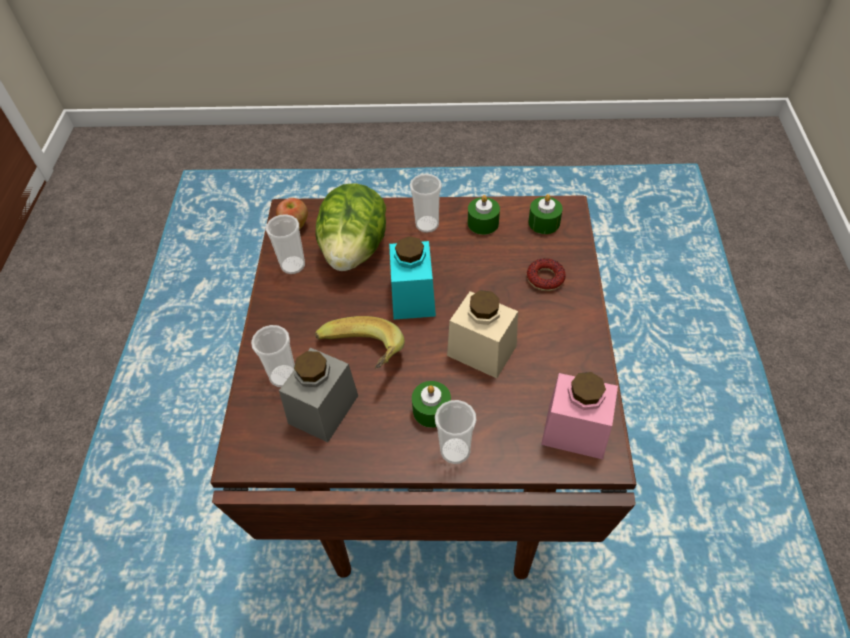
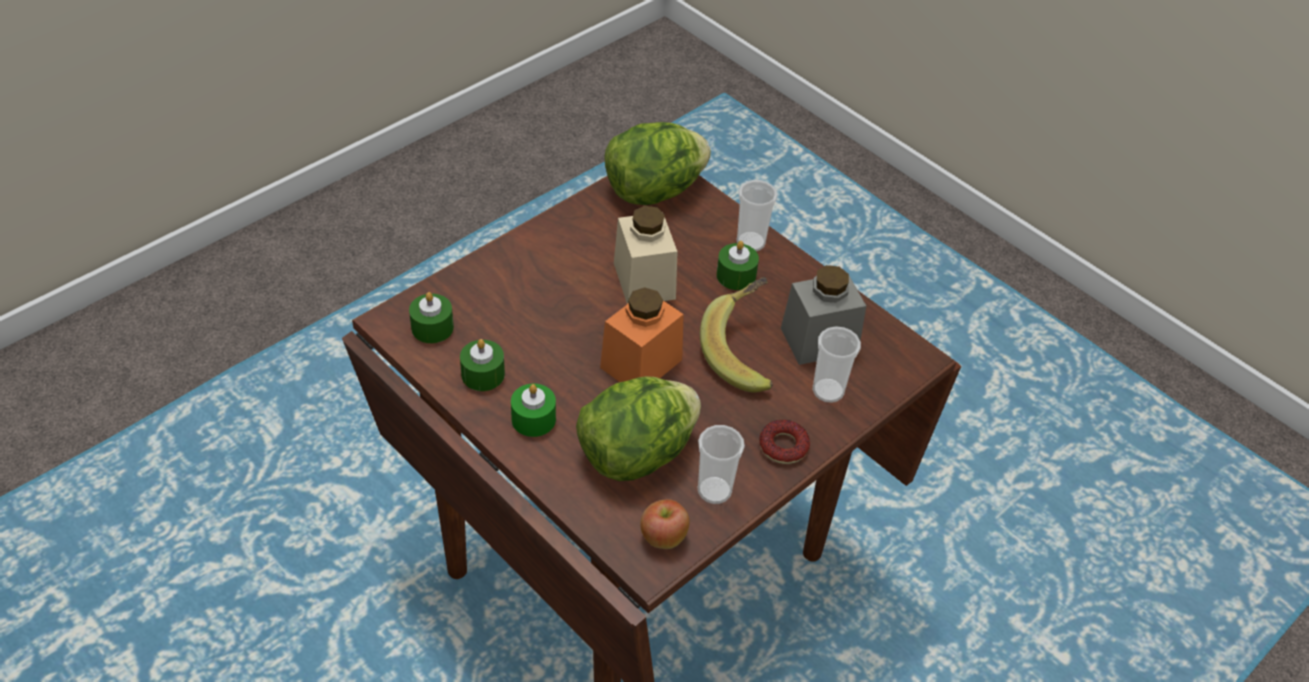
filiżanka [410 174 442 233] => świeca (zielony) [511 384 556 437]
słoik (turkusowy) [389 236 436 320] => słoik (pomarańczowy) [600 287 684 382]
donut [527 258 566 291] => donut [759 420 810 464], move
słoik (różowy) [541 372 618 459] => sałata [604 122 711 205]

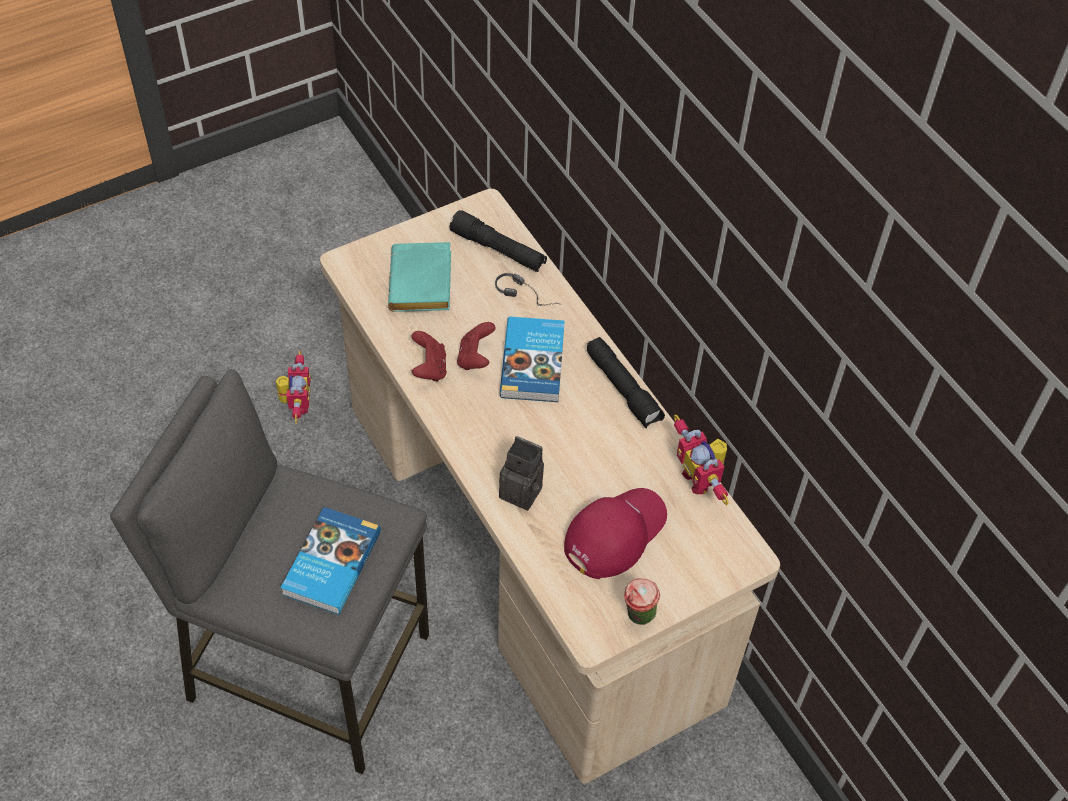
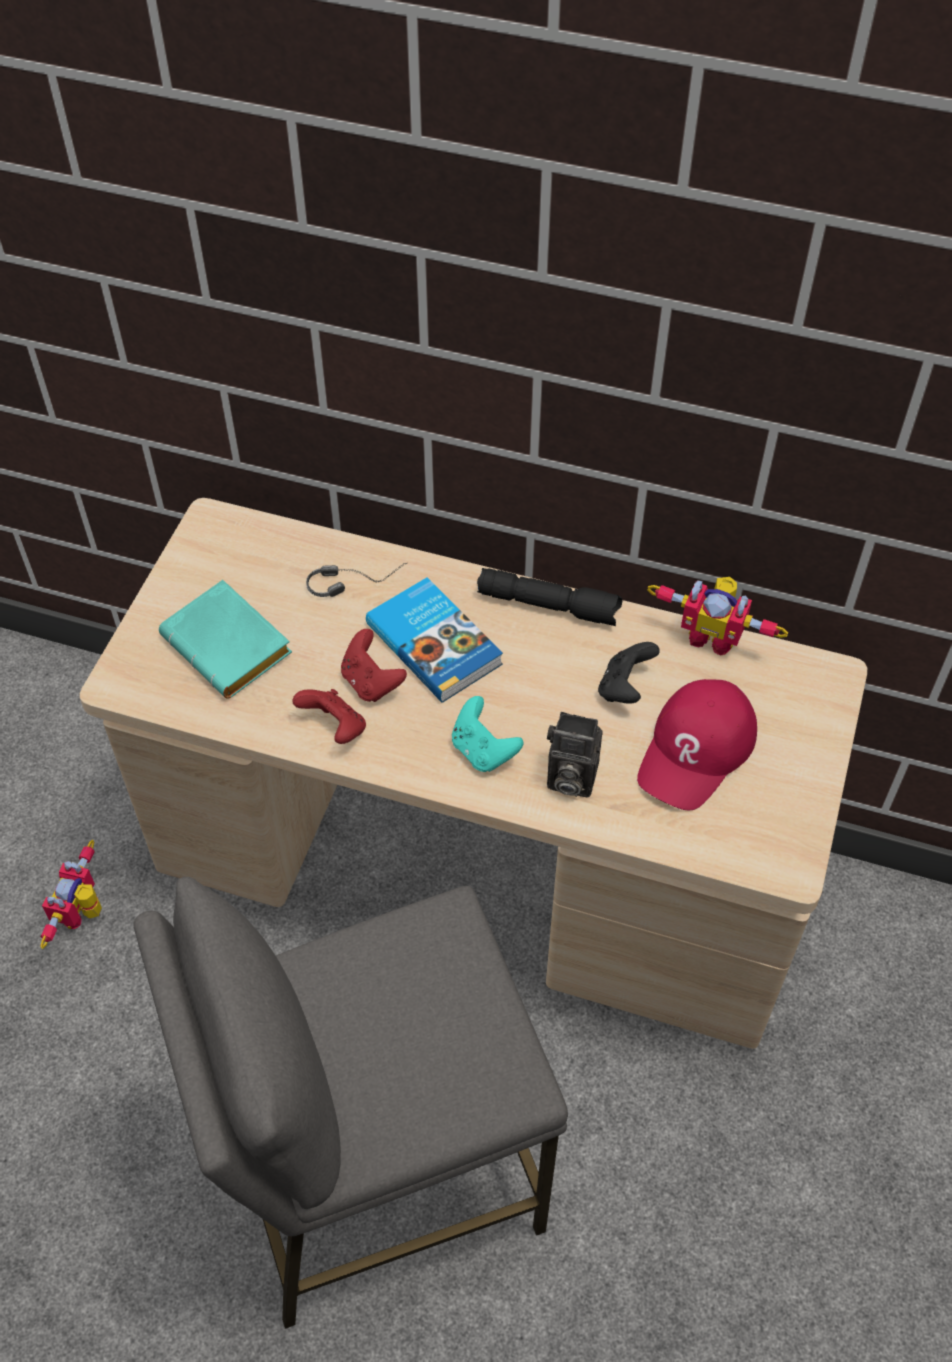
latarka (czarny) [450 210 547 272] => nothing
robot zabawkowy [276 350 311 423] => robot zabawkowy [40 840 102 949], 120 degrees counterclockwise
aparat fotograficzny [499 436 544 511] => aparat fotograficzny [547 712 603 797], 150 degrees counterclockwise
czapka z daszkiem (czerwony) [564 488 667 579] => czapka z daszkiem (czerwony) [637 679 757 811], 150 degrees counterclockwise
książka [281 507 381 615] => nothing
filiżanka [624 578 660 625] => nothing
nothing => pad do gier (czarny) [598 642 660 703]
nothing => pad do gier (turkusowy) [452 696 523 772]

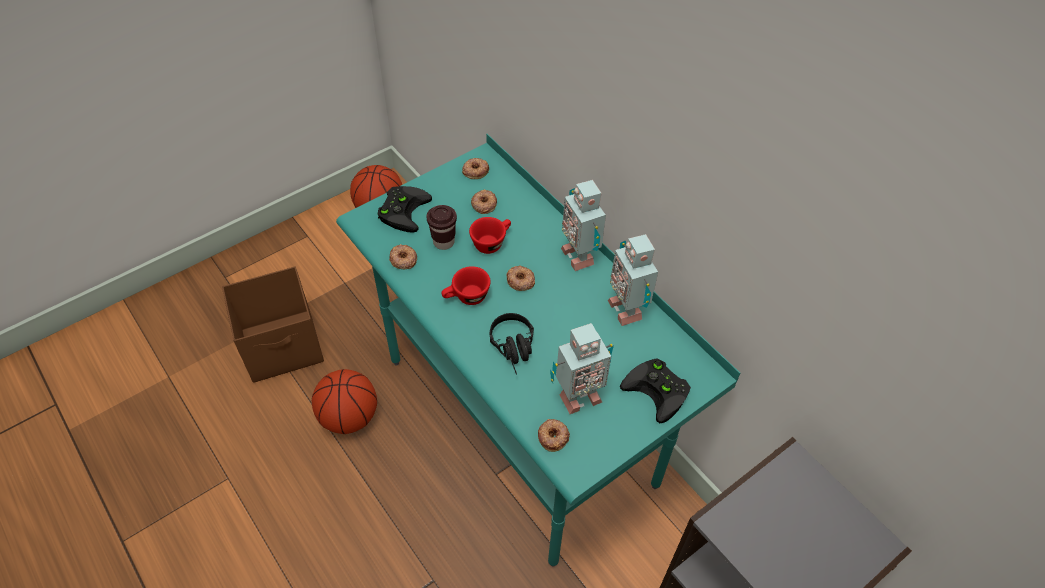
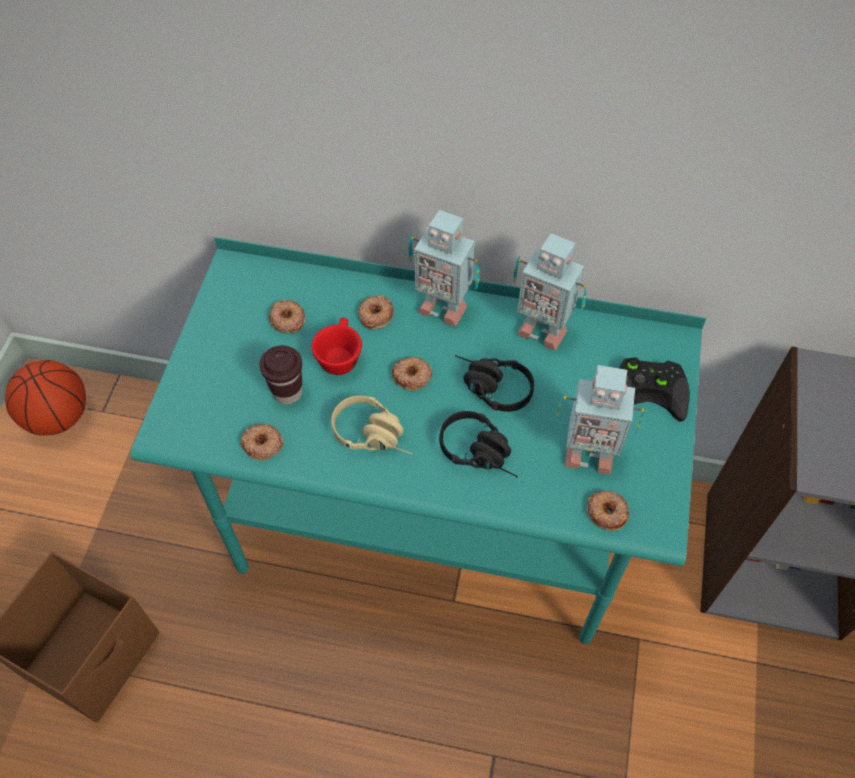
donut [462 158 489 179] => donut [358 295 394 329], move
pad do gier (czarny) [378 186 432 233] => nothing
filiżanka (czerwony) [441 266 491 305] => słuchawki (beżowy) [331 396 412 455]
robot zabawkowy [550 323 614 414] => robot zabawkowy [556 365 644 475], 75 degrees clockwise
piłka do koszykówki [312 369 377 434] => nothing
nothing => słuchawki (czarny) [455 355 534 412]

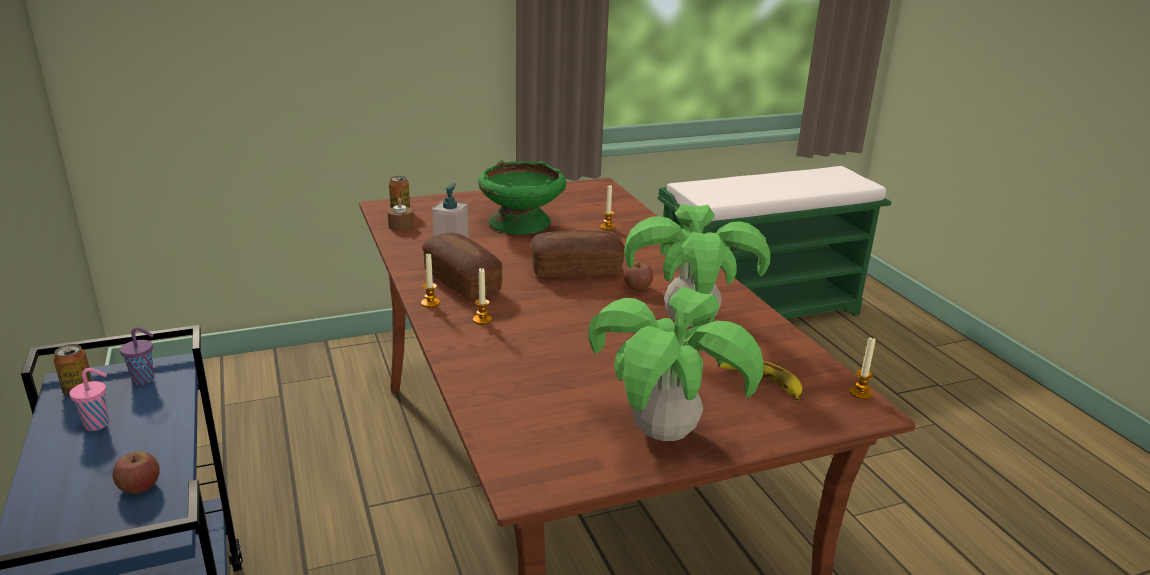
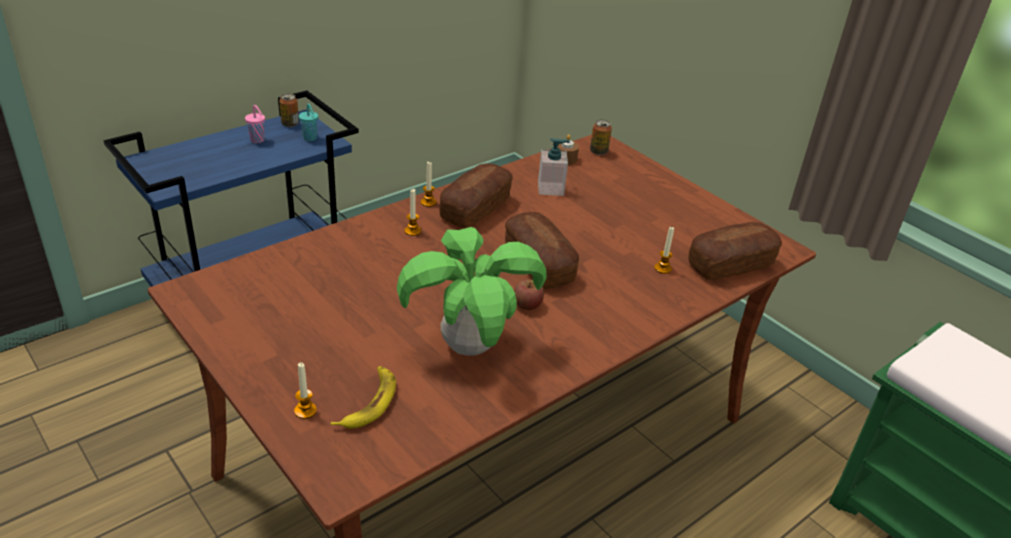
miska (zielony) [478 160 566 235] => nothing
roślina doniczkowa [588 287 763 441] => nothing
filiżanka (fioletowy) [120 327 154 385] => filiżanka (turkusowy) [299 103 318 141]
świeca [849 336 876 399] => świeca [294 363 317 419], move
jabłko [113 451 160 494] => nothing
nothing => chleb [688 222 782 280]

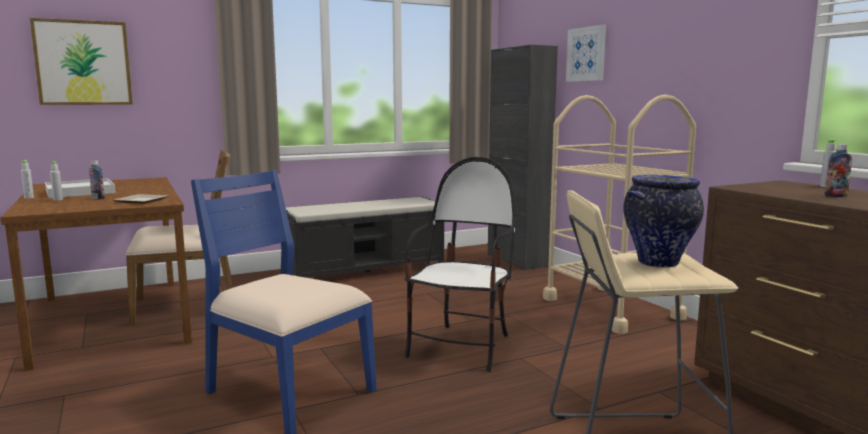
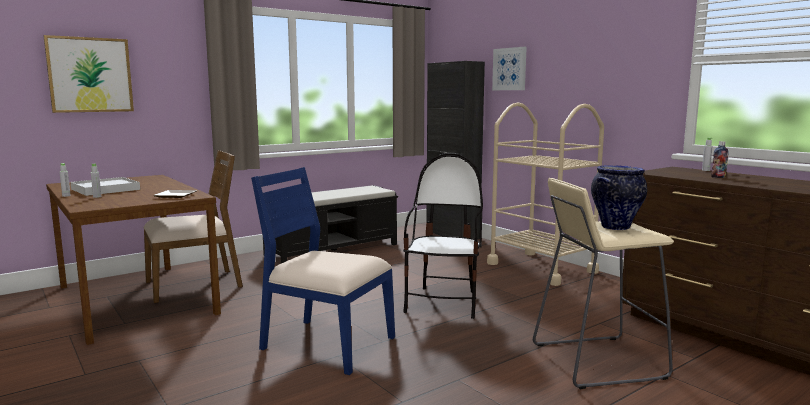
butelka [89 161 105 199] => nothing

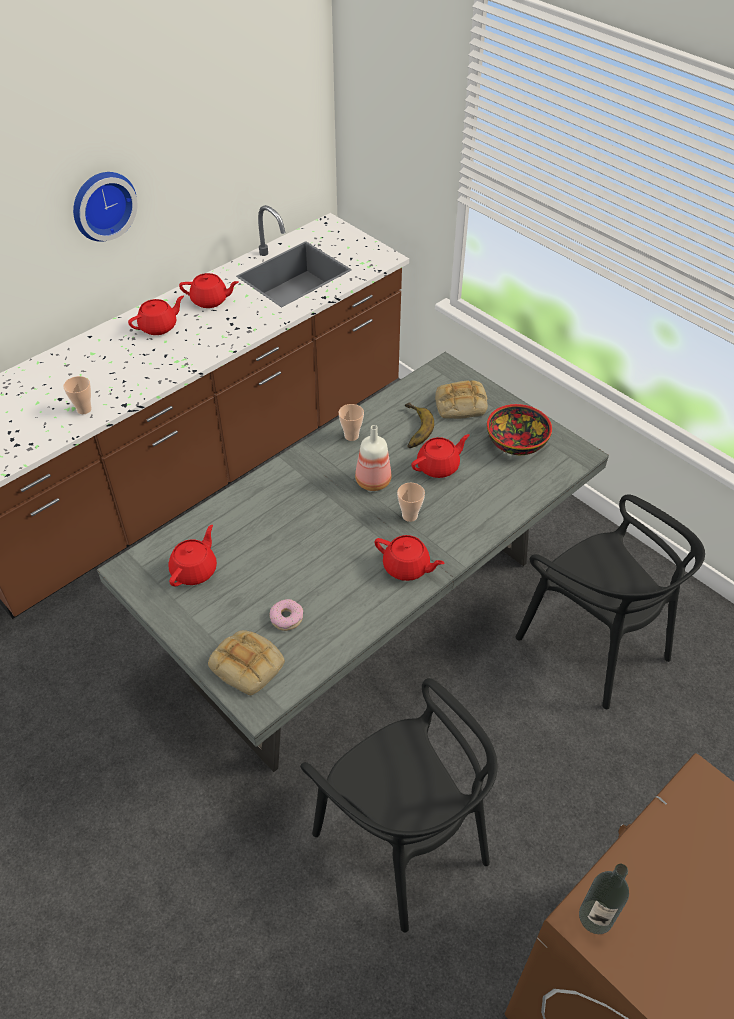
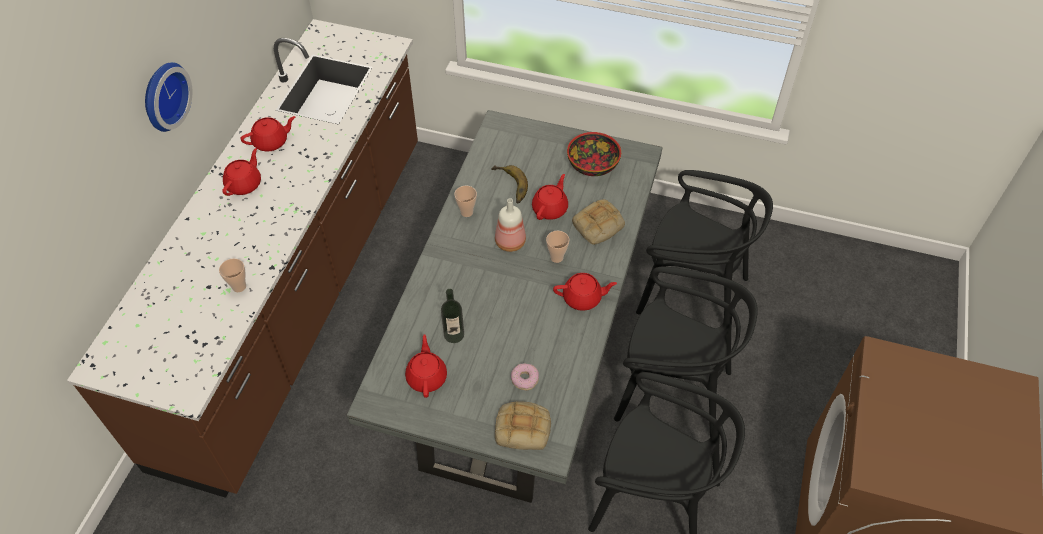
chleb [435 380 488 419] => chleb [572 199 625 245], move
butelka [579 864 629 934] => butelka [441 289 464 343], move
nothing => krzesło (czarny) [614 267 758 437]

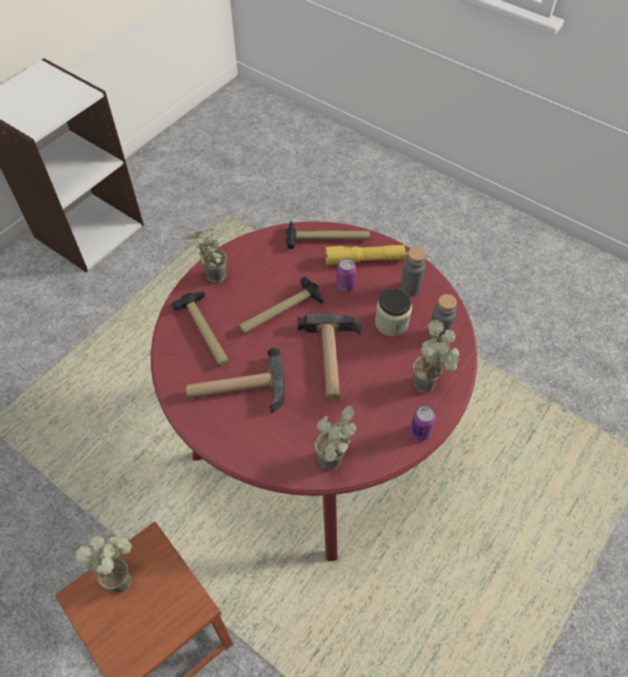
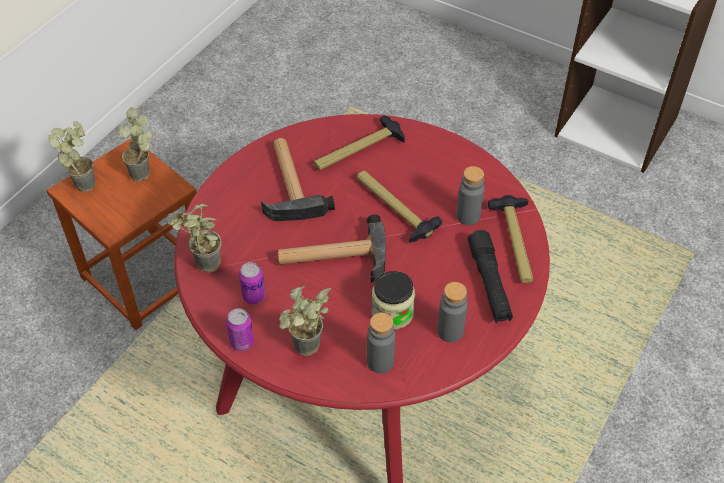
roślina doniczkowa [185 227 227 283] => roślina doniczkowa [48 121 96 192], move
latarka (żółty) [326 245 408 265] => latarka (czarny) [468 230 513 323]
puszka [336 258 356 293] => puszka [239 262 265 304], move
nothing => butelka (szary) [456 166 485 225]

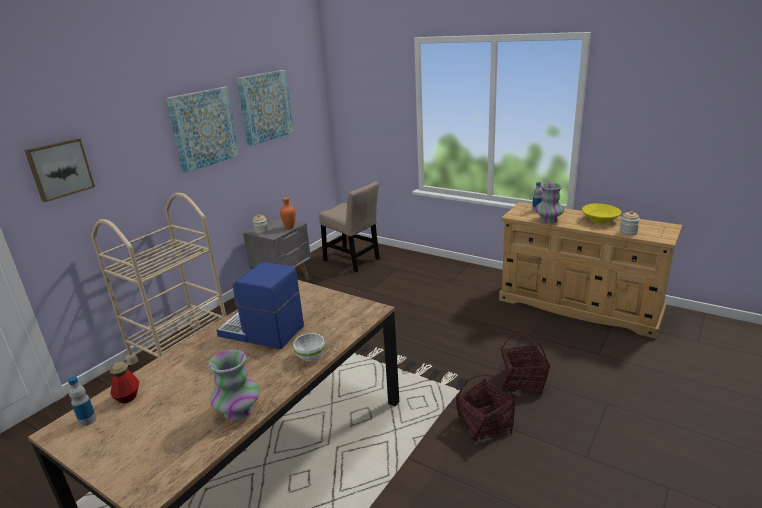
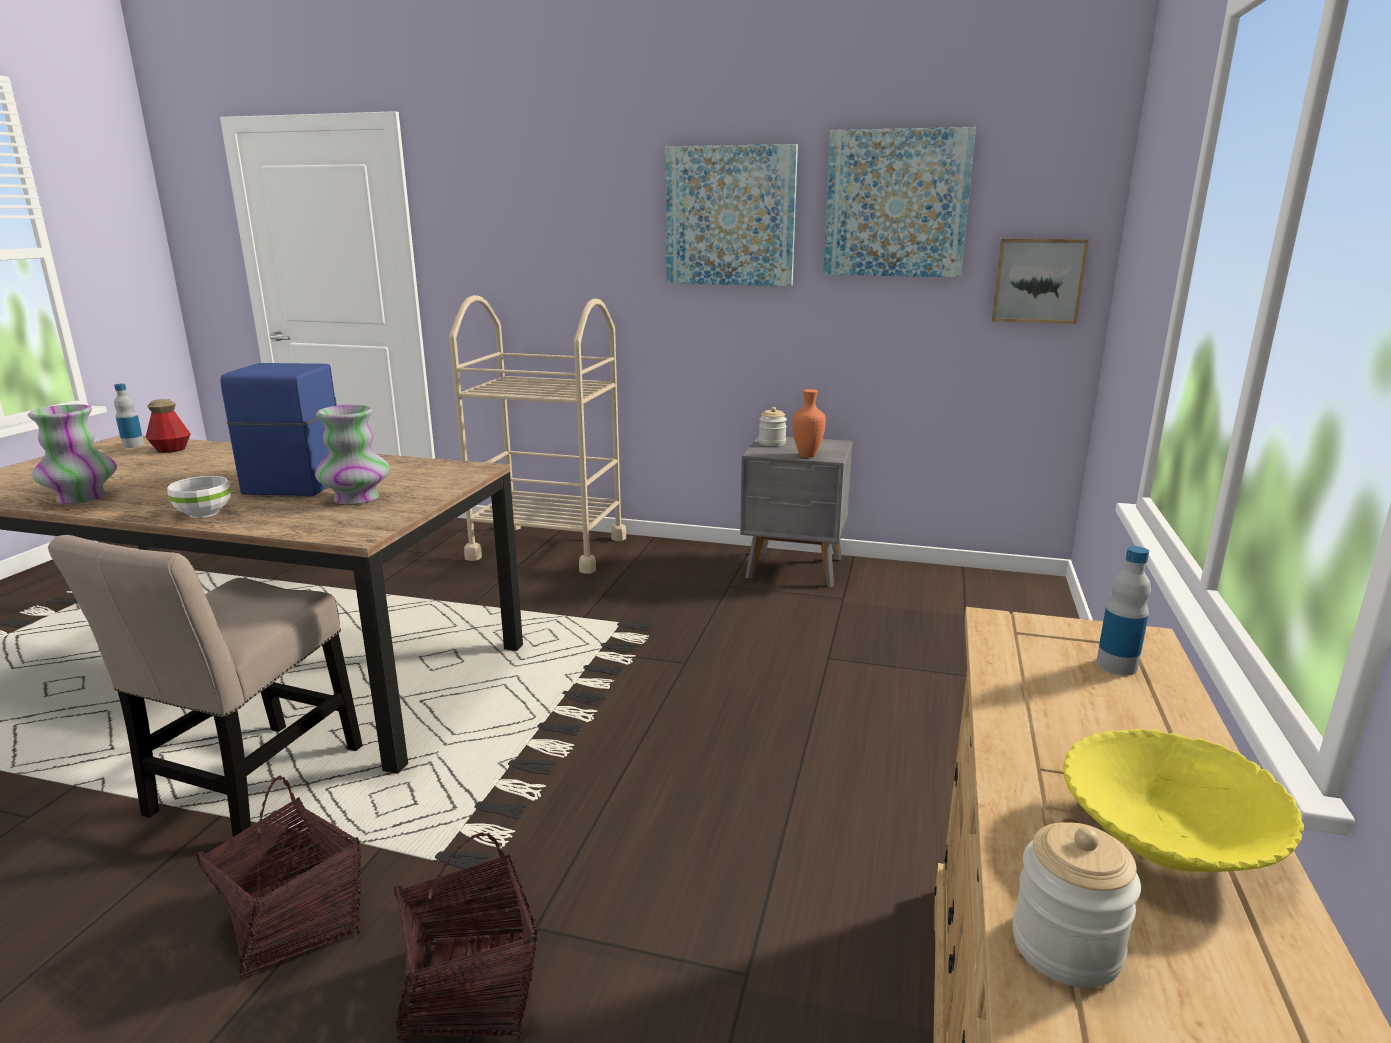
obraz [25 138 95 202] => obraz [992 239 1089 324], move
krzesło (beżowy) [319 181 380 273] => krzesło (beżowy) [48 535 363 837], move
wazon [535 183 564 223] => wazon [315 405 390 504], move

